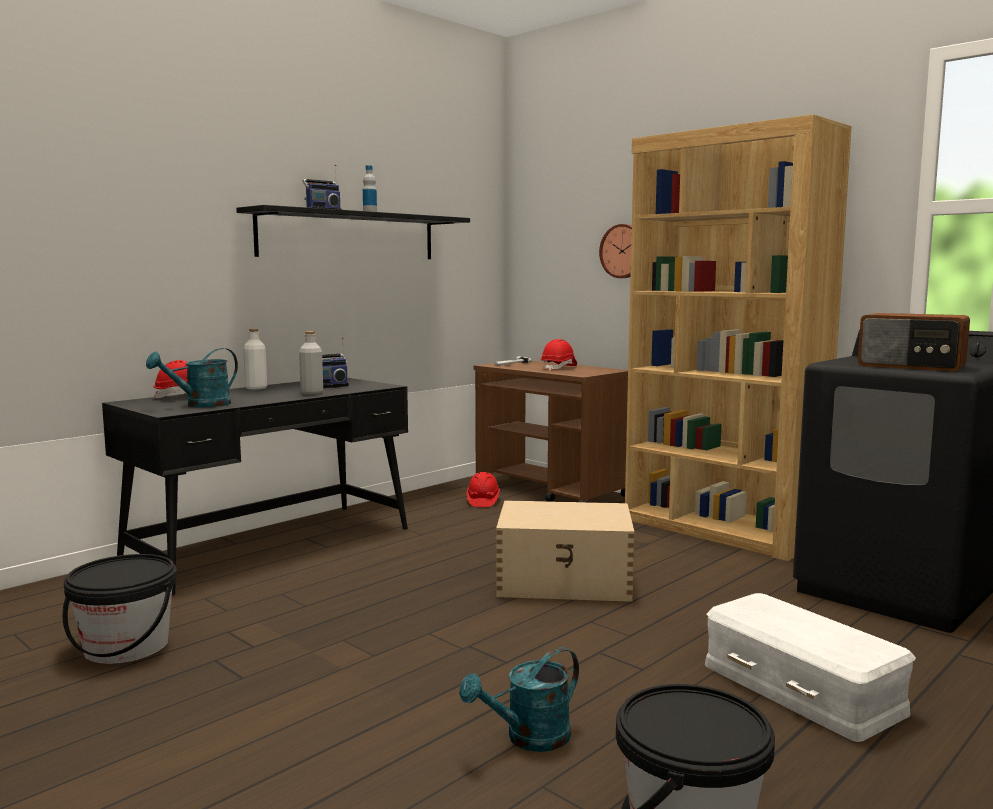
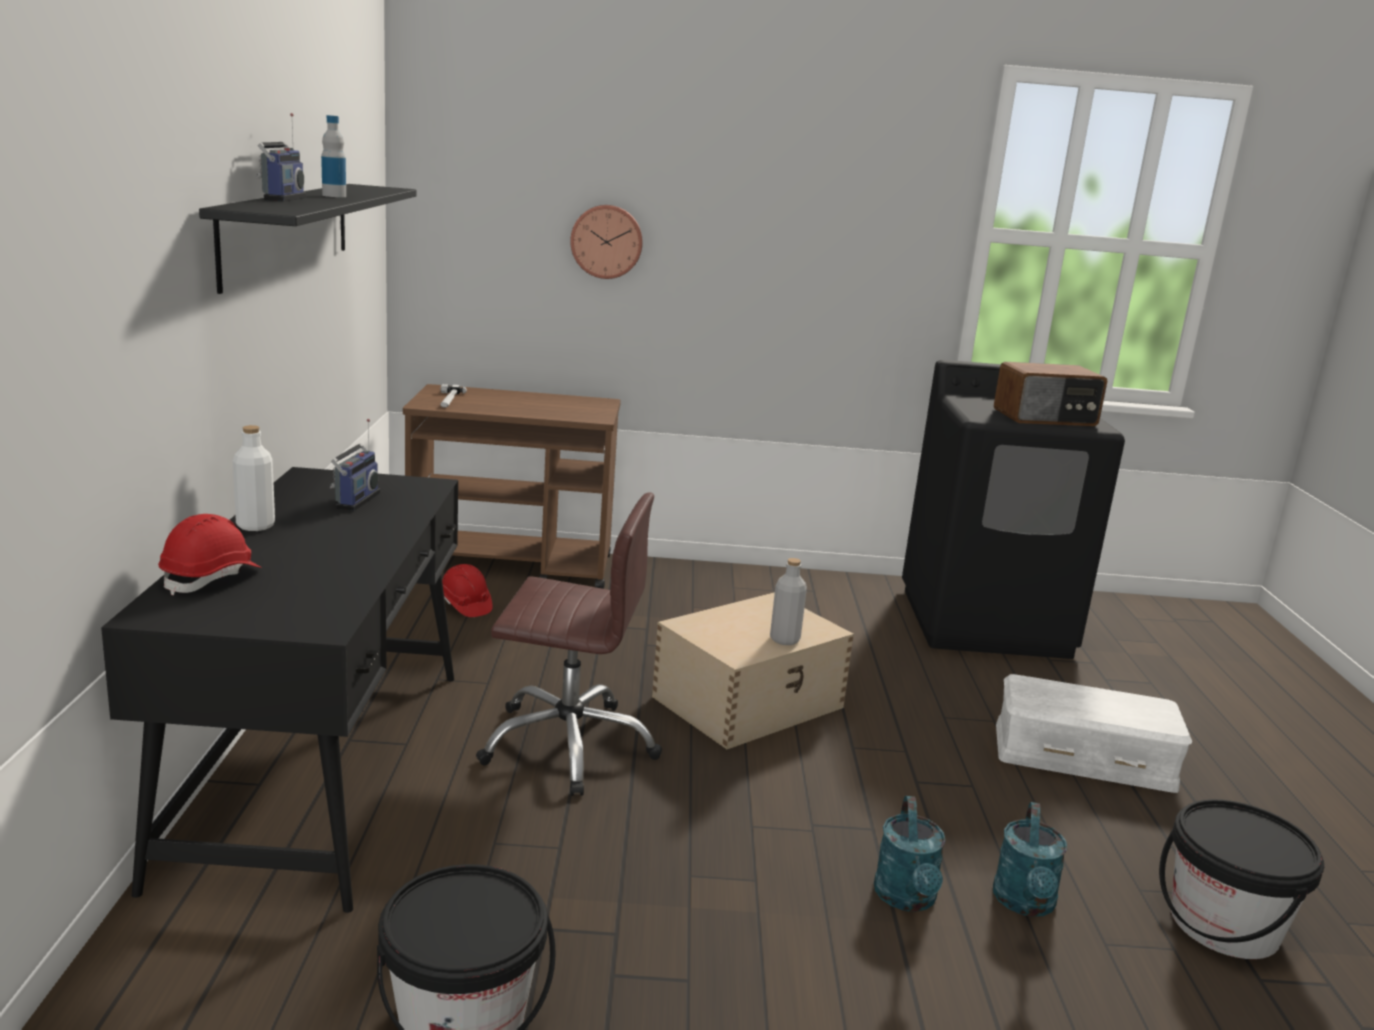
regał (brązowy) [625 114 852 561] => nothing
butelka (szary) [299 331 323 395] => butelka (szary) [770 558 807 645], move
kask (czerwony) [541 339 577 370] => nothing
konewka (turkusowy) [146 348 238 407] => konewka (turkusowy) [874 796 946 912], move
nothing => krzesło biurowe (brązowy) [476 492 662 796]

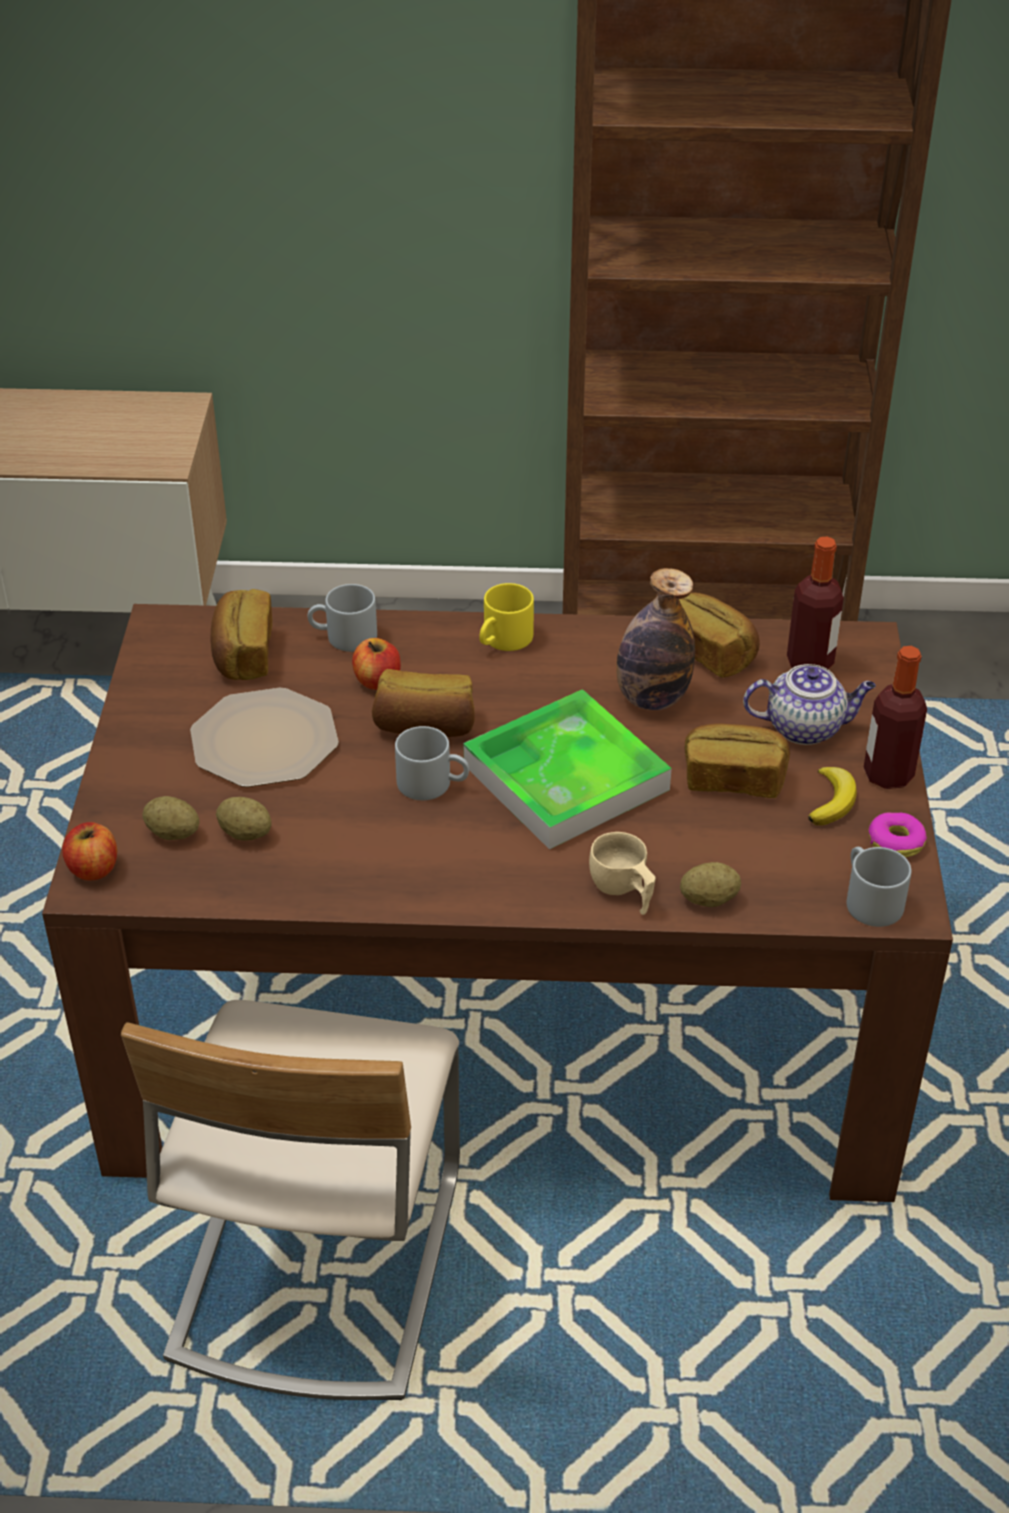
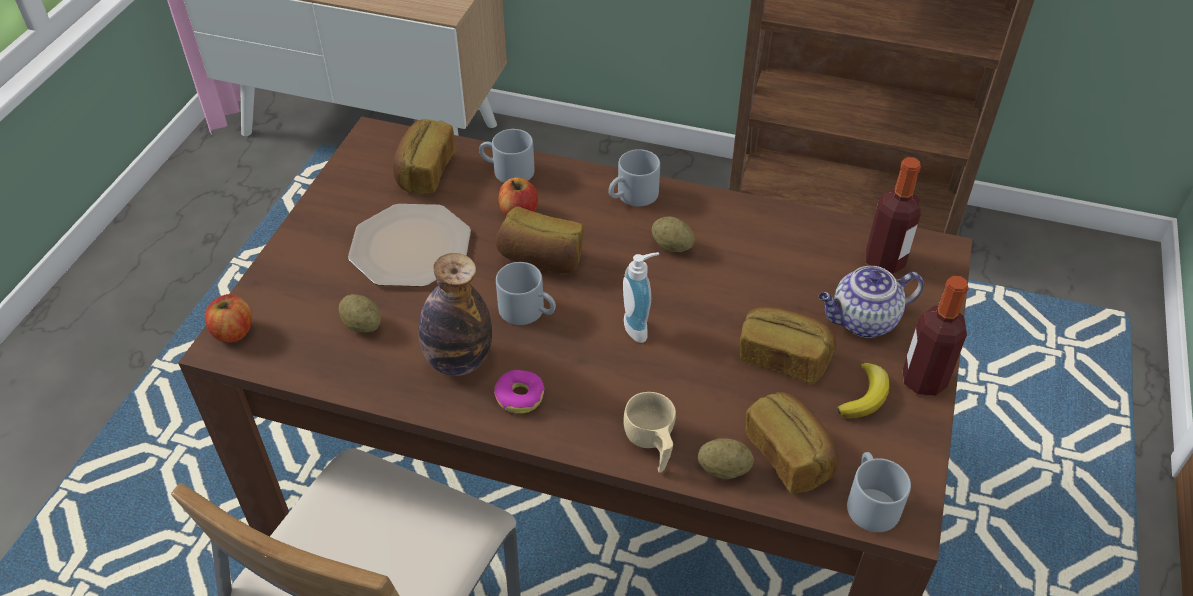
butelka [616 568 695 710] => butelka [418 253 492 376], move
kubek (żółty) [479 583 534 651] => kubek (szary) [608 149 660 206]
chleb [679 592 760 678] => chleb [745 392 839 493], move
imbryk [743 664 876 745] => imbryk [818 266 924 338], 150 degrees clockwise
taca [463 689 672 849] => dozownik mydła [623 252 659 343]
ziemniak [143 796 200 840] => ziemniak [652 217 695 252], move
donut [869 813 927 858] => donut [494 370 545 414], move

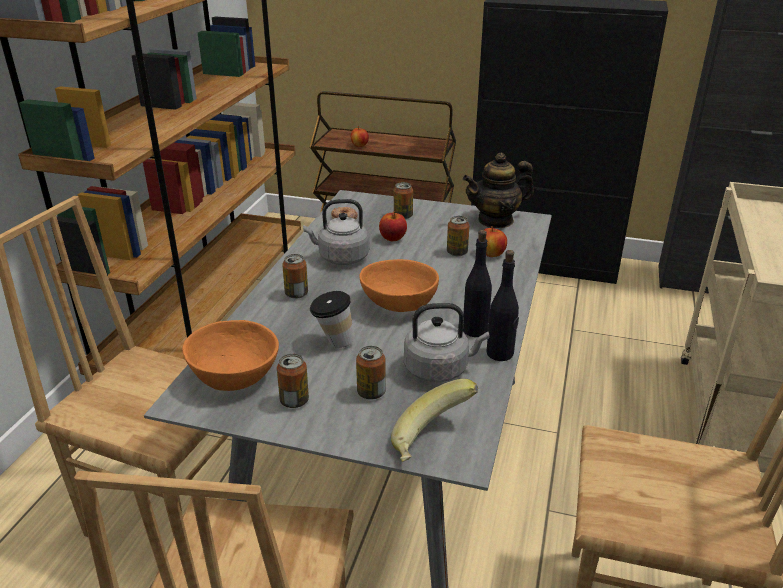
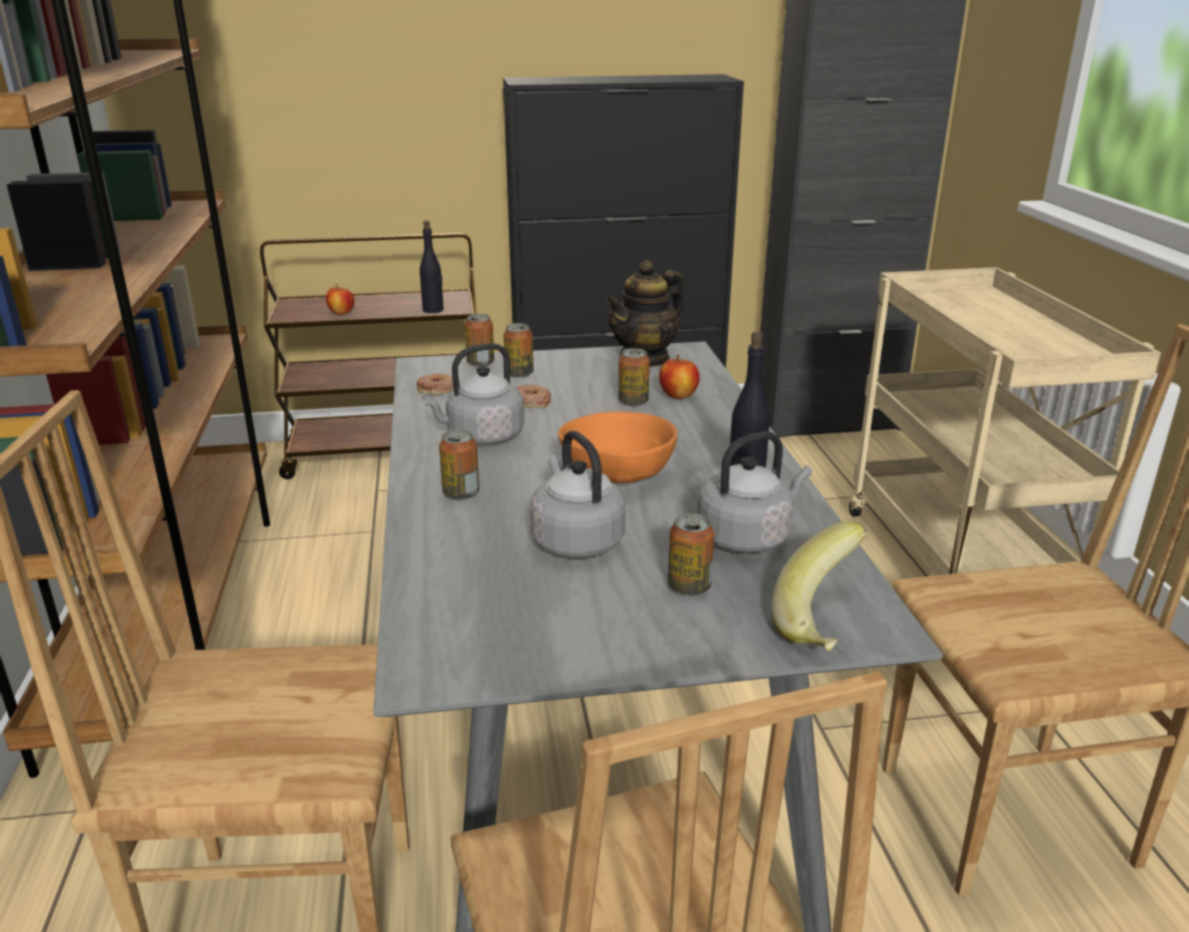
jabłko [379 211 407 241] => donut [516 384 551 408]
butelka (czarny) [486 250 519 361] => butelka (czarny) [420 220 444 313], move
filiżanka [310 291 355 348] => czajnik (szary) [530 431 626 558]
miska (pomarańczowy) [182 320 279 391] => nothing
puszka [277 354 309 408] => puszka [465 314 494 367], move

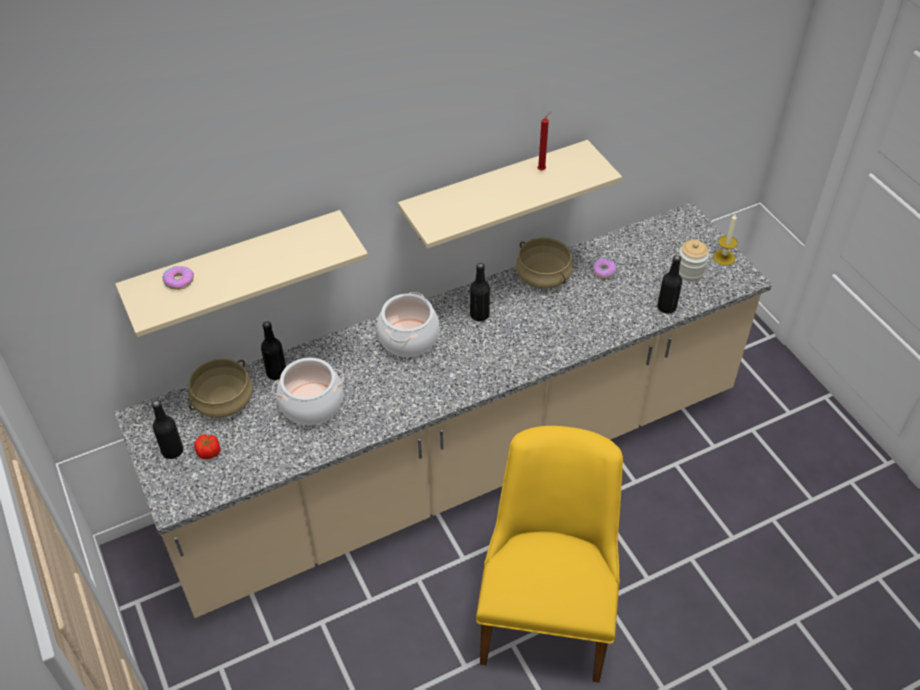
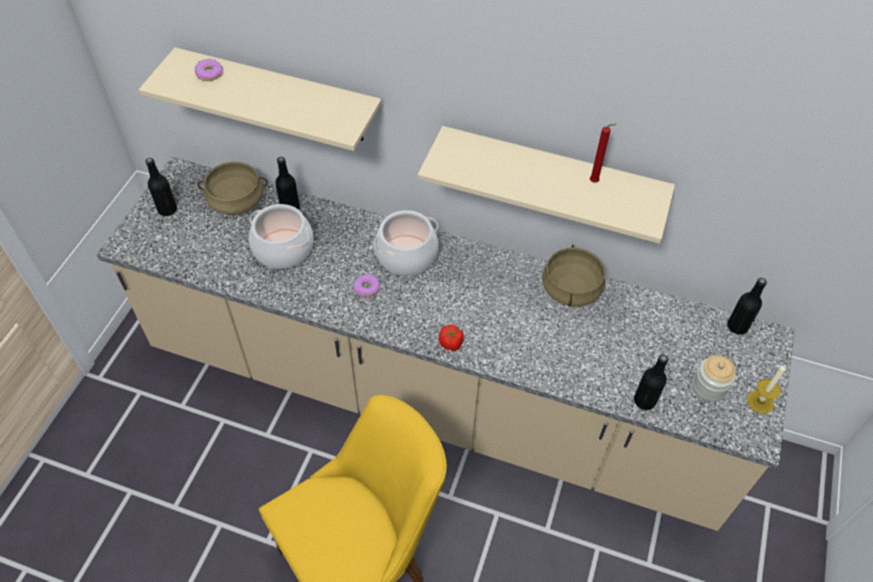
donut [593 258 617 279] => donut [353 274 380 298], move
butelka (czarny) [470 263 490 322] => butelka (czarny) [727 278 767 335], move
pomidor [194 434 221 459] => pomidor [439 324 464 351], move

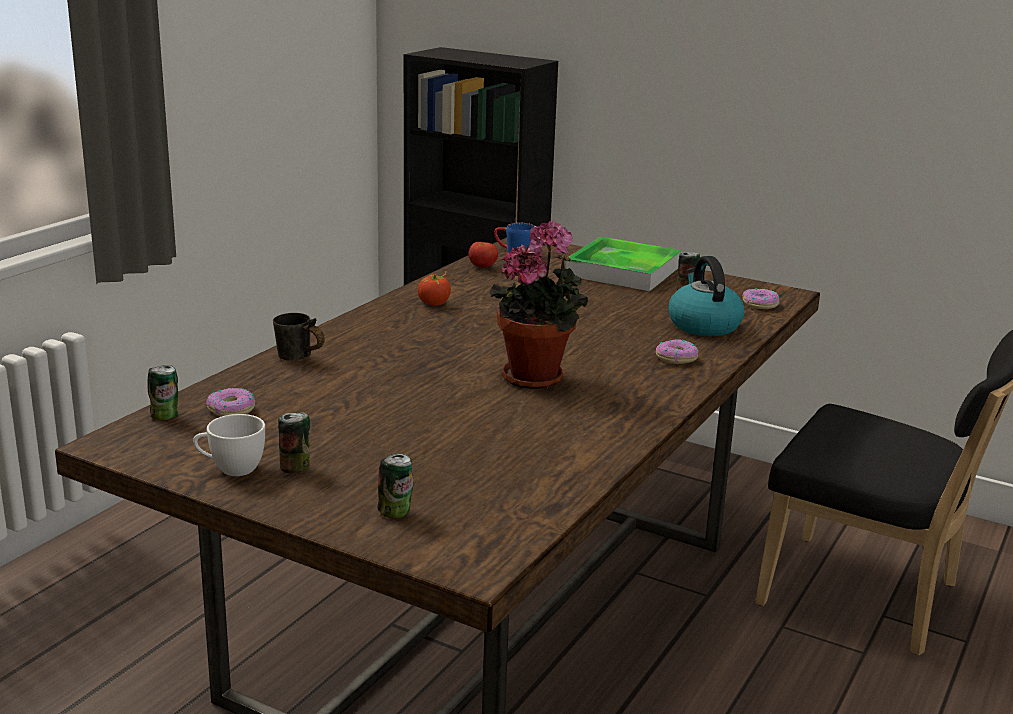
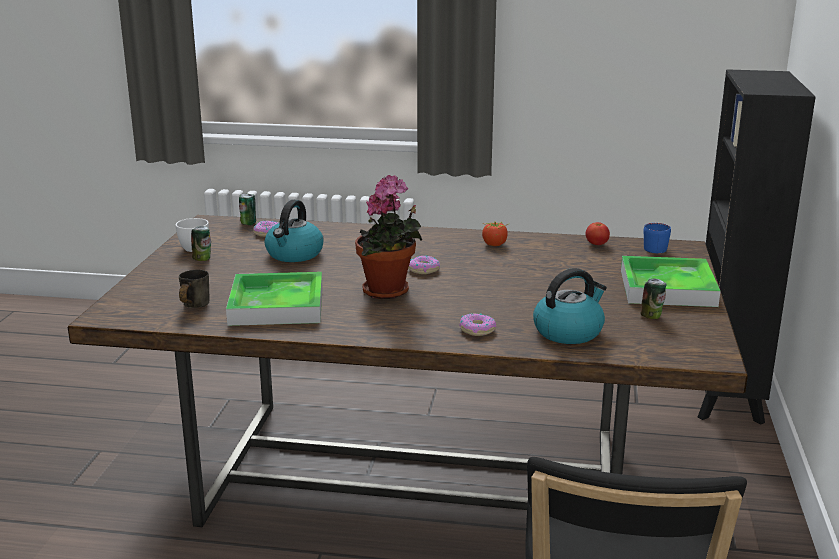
donut [742 288 779 309] => donut [409 256 440 274], move
kubek (szary) [273 313 325 361] => kubek (szary) [179 270 209 308], move
puszka [377 453 413 518] => nothing
nothing => czajnik [265 200 323 262]
nothing => taca [226 272 322 326]

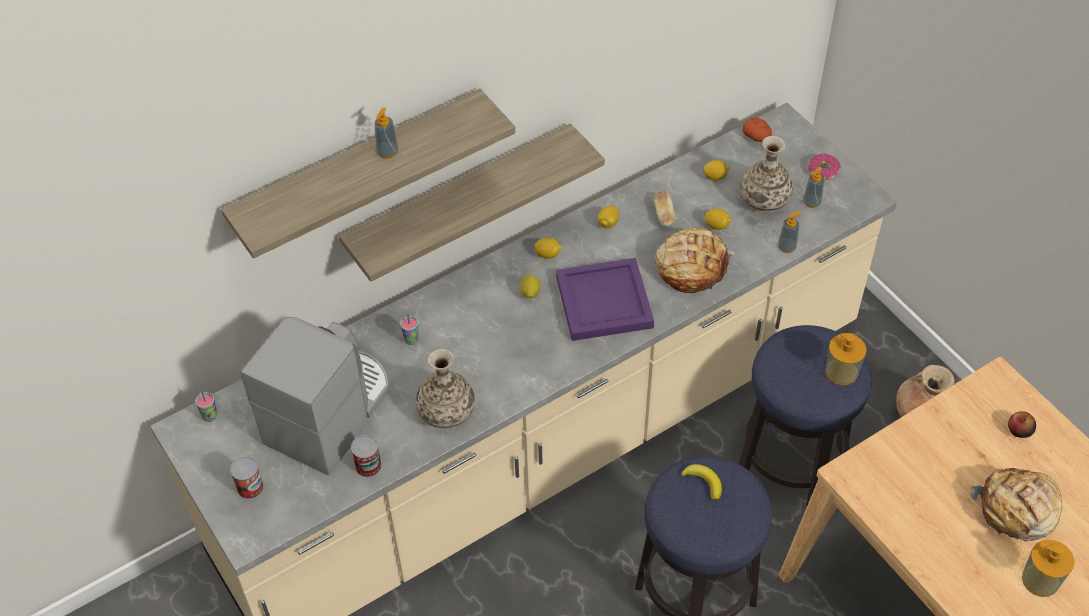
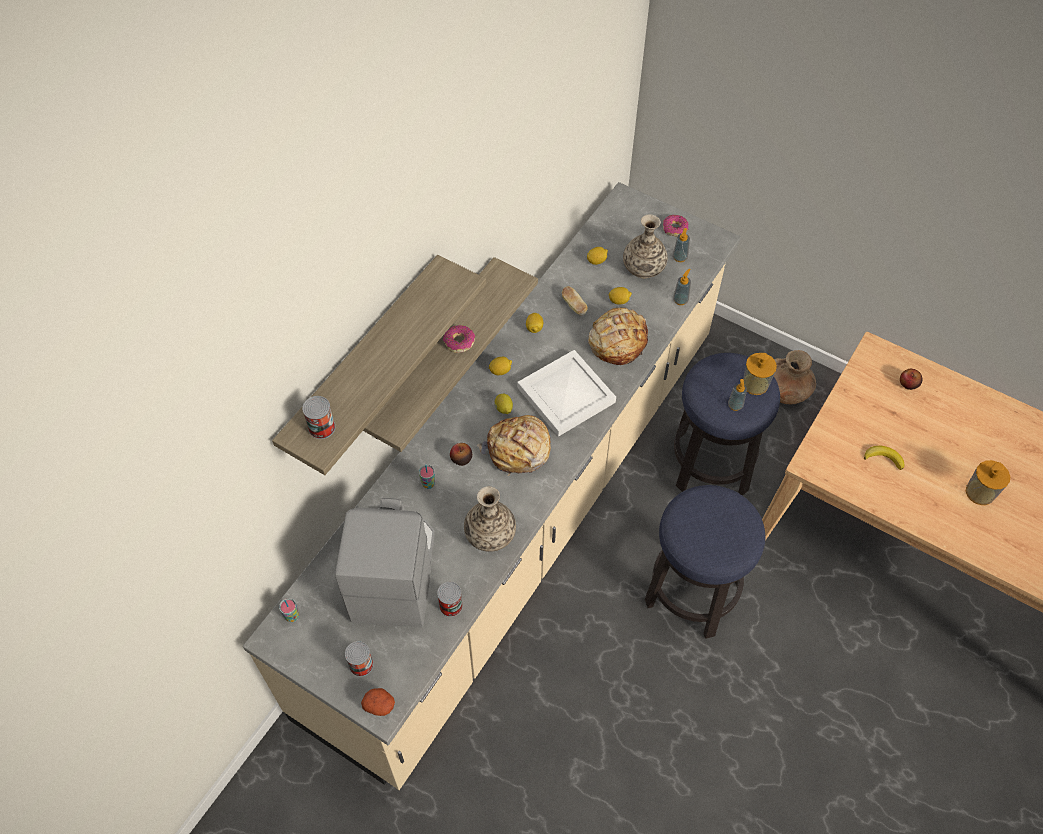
dozownik mydła [374 107 398 159] => dozownik mydła [728 379 747 411], move
ziemniak [742 118 772 142] => ziemniak [361 688 395 716], move
taca (fioletowy) [556 258 654 341] => taca (biały) [517 350 616 437]
banan [681 464 722 501] => banan [864 446 904 470], move
chleb [969 468 1062 542] => chleb [477 415 551 476], move
nothing => donut [443 325 475 353]
nothing => puszka [302 396 335 439]
nothing => jabłko [450 443 472 466]

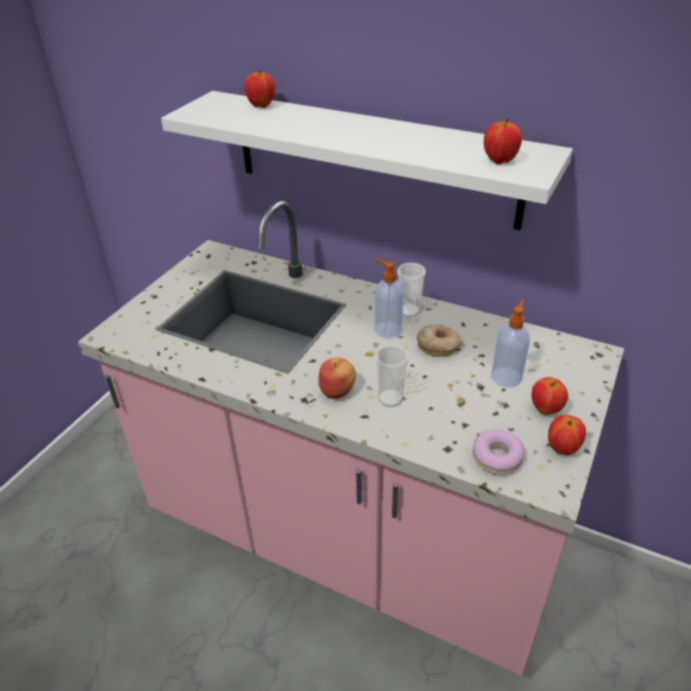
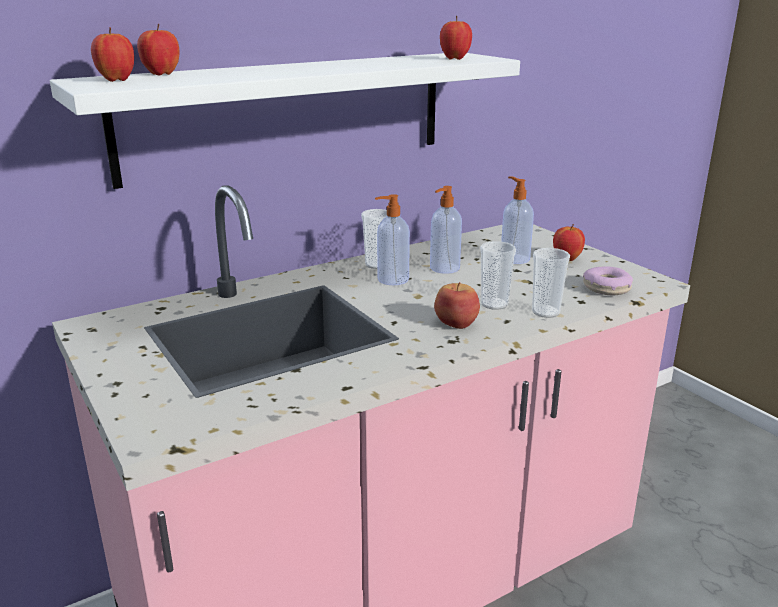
donut [417 324 461 357] => dozownik mydła [430 186 462 274]
jabłko [548 414 586 455] => jabłko [91 27 134 82], move
nothing => filiżanka [532 248 570 318]

